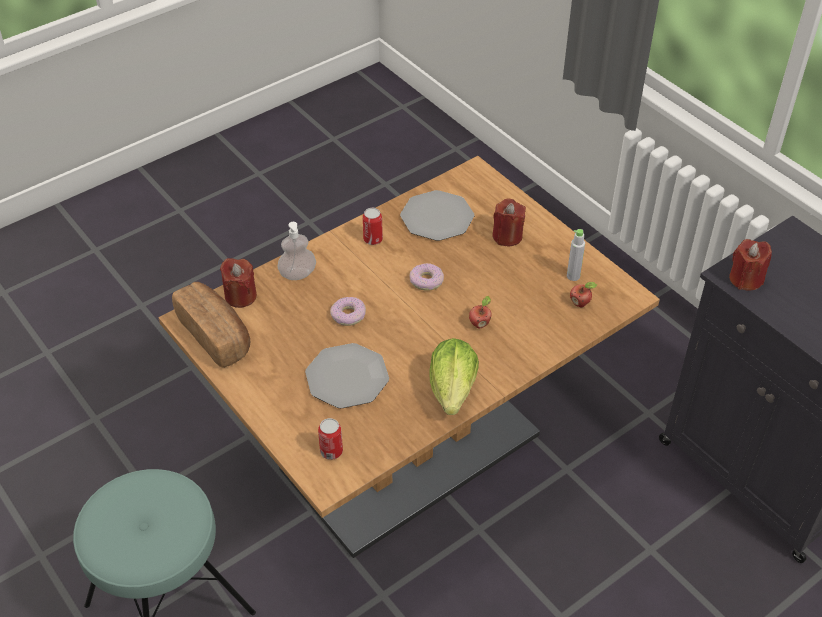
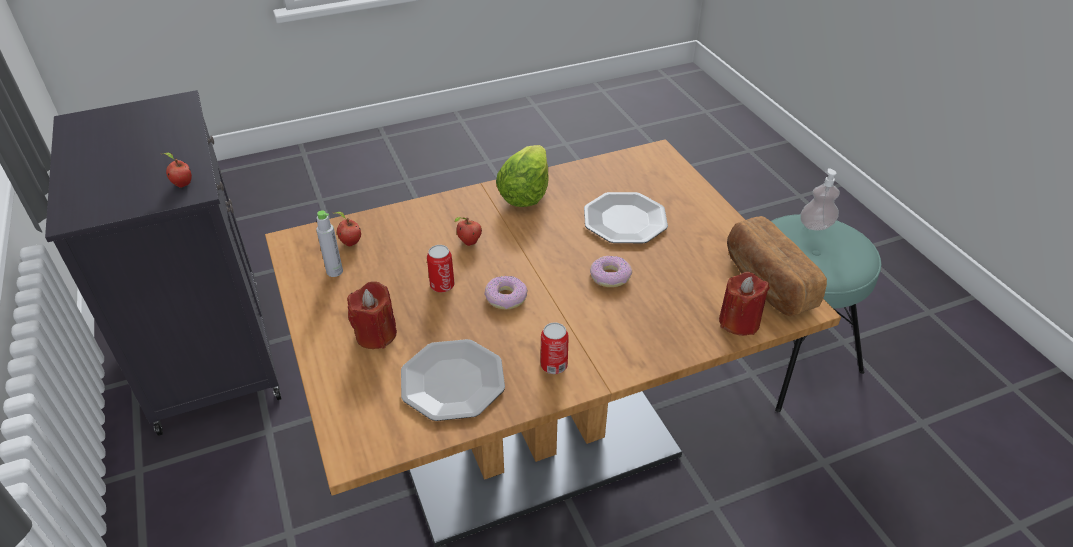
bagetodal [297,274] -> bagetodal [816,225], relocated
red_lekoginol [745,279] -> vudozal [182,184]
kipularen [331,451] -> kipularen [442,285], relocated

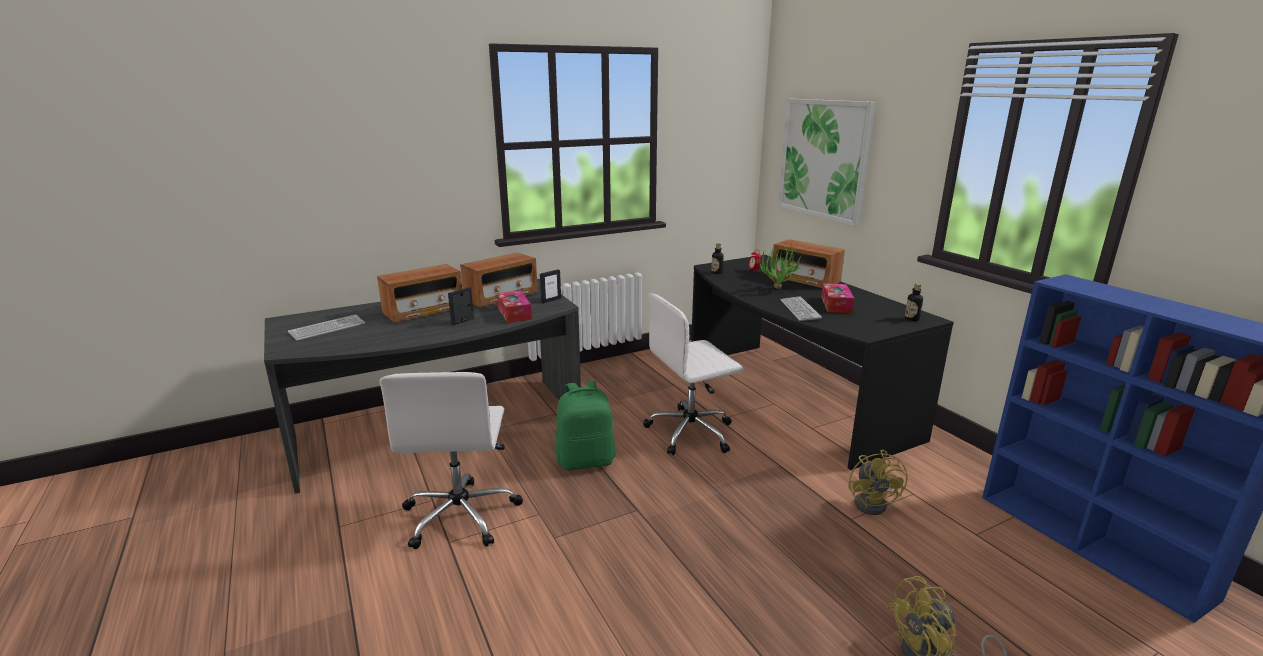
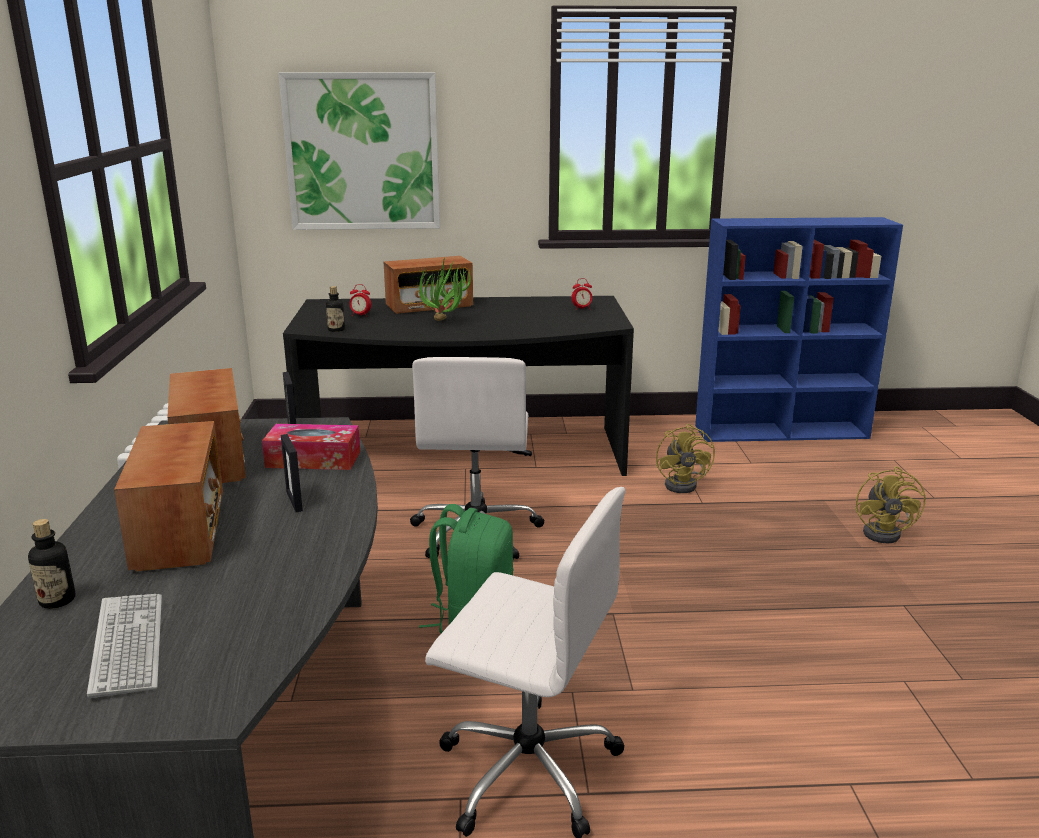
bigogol [836,305] -> none
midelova [911,319] -> midelova [57,600], relocated
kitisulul [800,310] -> none
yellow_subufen [873,503] -> yellow_subufen [684,484], 60 degrees clockwise
none -> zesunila [582,309]

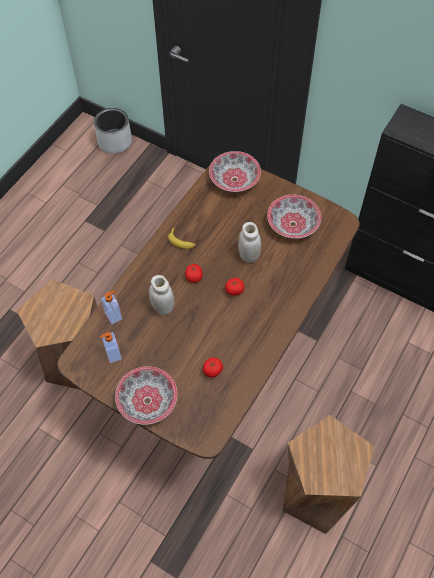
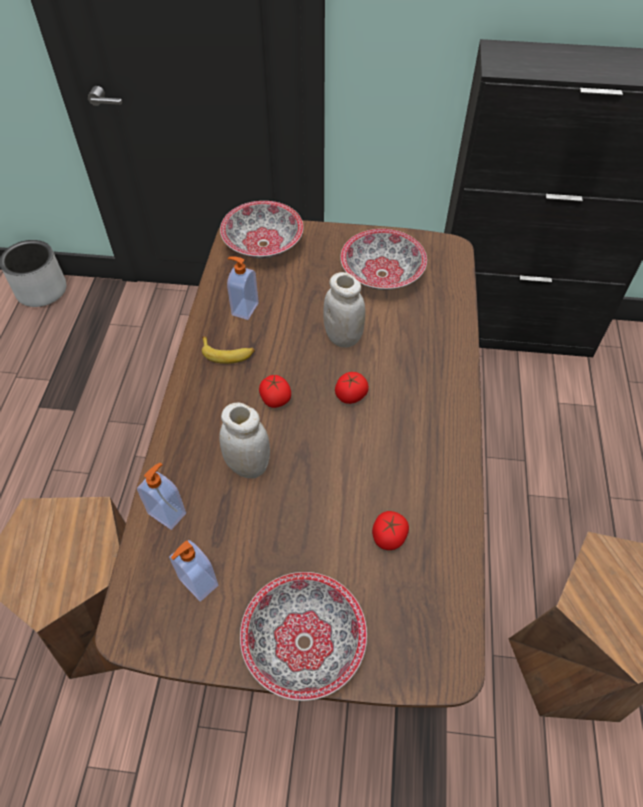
none -> bagetodal [244,309]

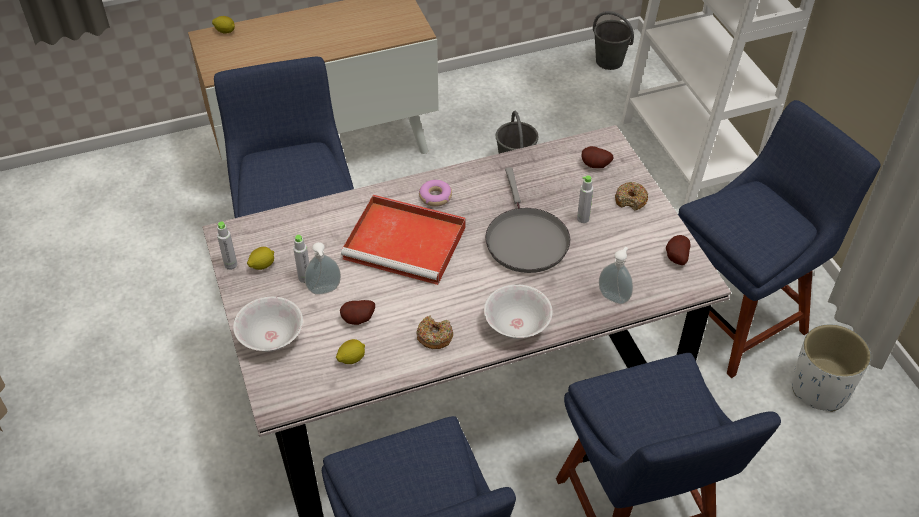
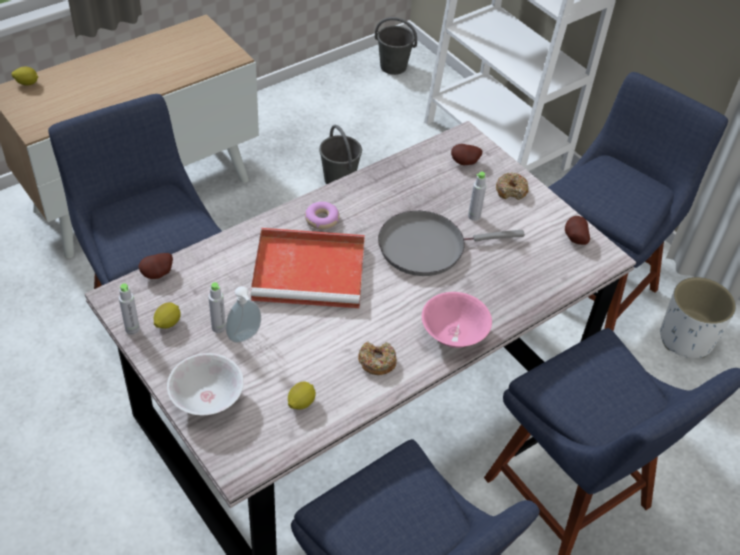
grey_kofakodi [525,240] -> grey_kofakodi [427,247], 105 degrees clockwise
bagetodal [614,296] -> none
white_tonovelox [516,326] -> pink_tonovelox [453,334]
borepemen [359,320] -> borepemen [158,275], relocated

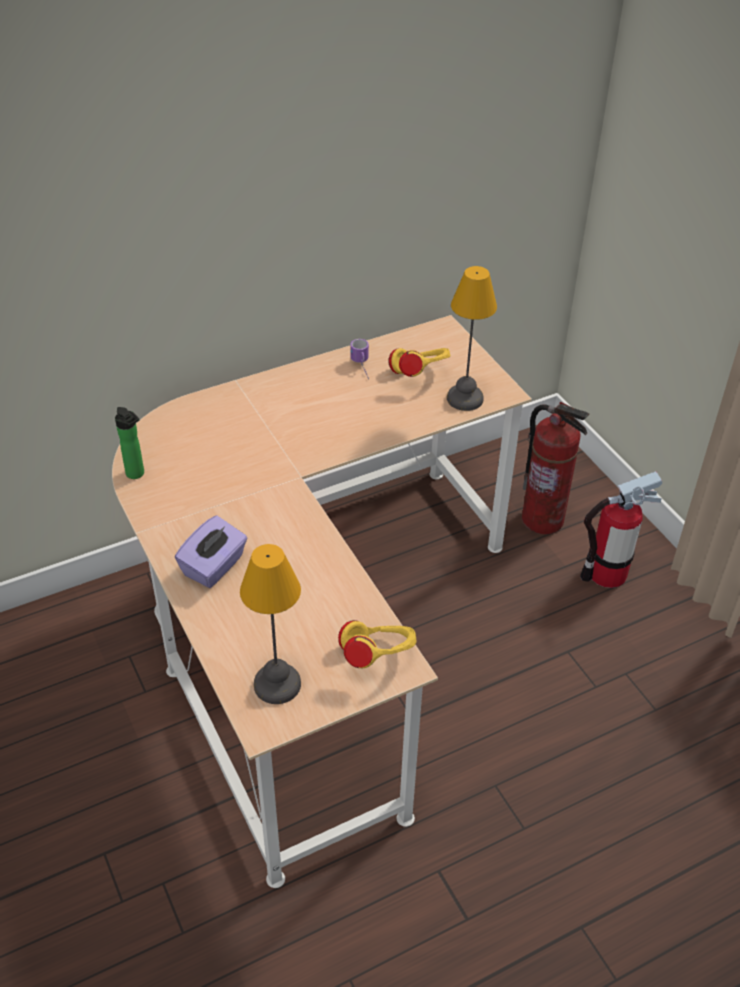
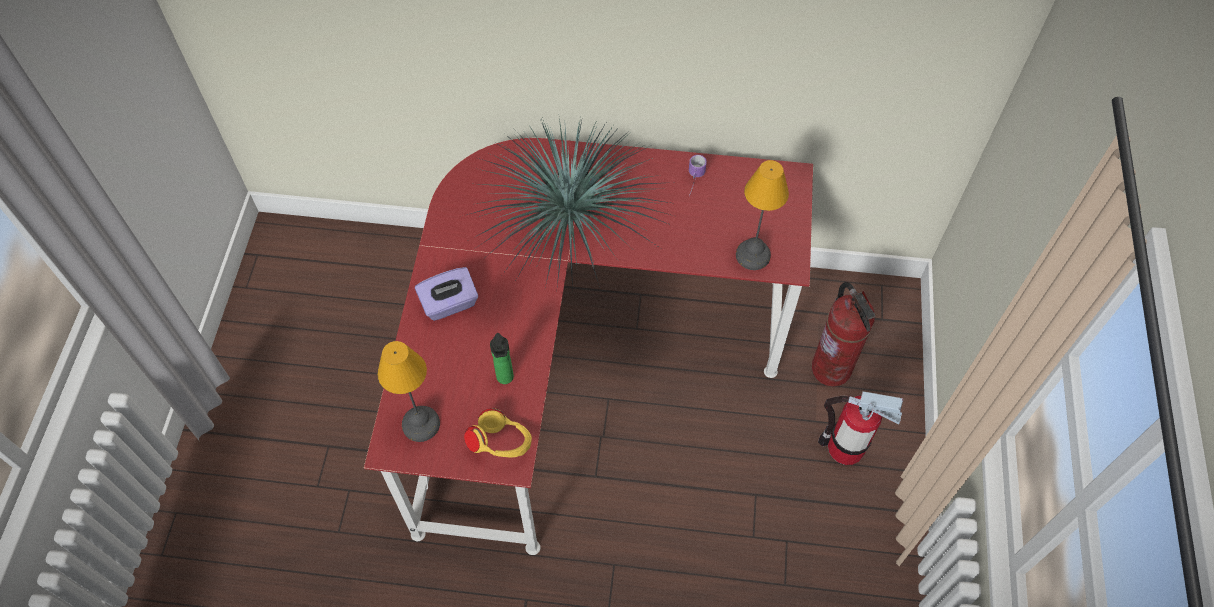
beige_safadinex [311,630] -> red_safadinex [576,361]
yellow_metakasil [420,375] -> none
midelova [137,474] -> midelova [505,379], relocated
none -> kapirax [570,215]

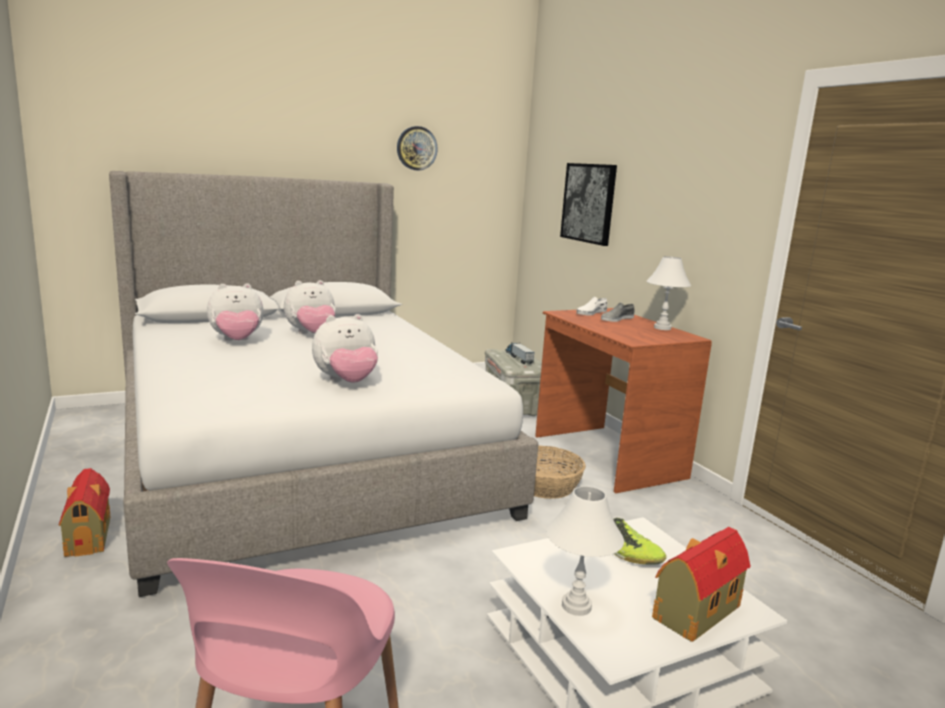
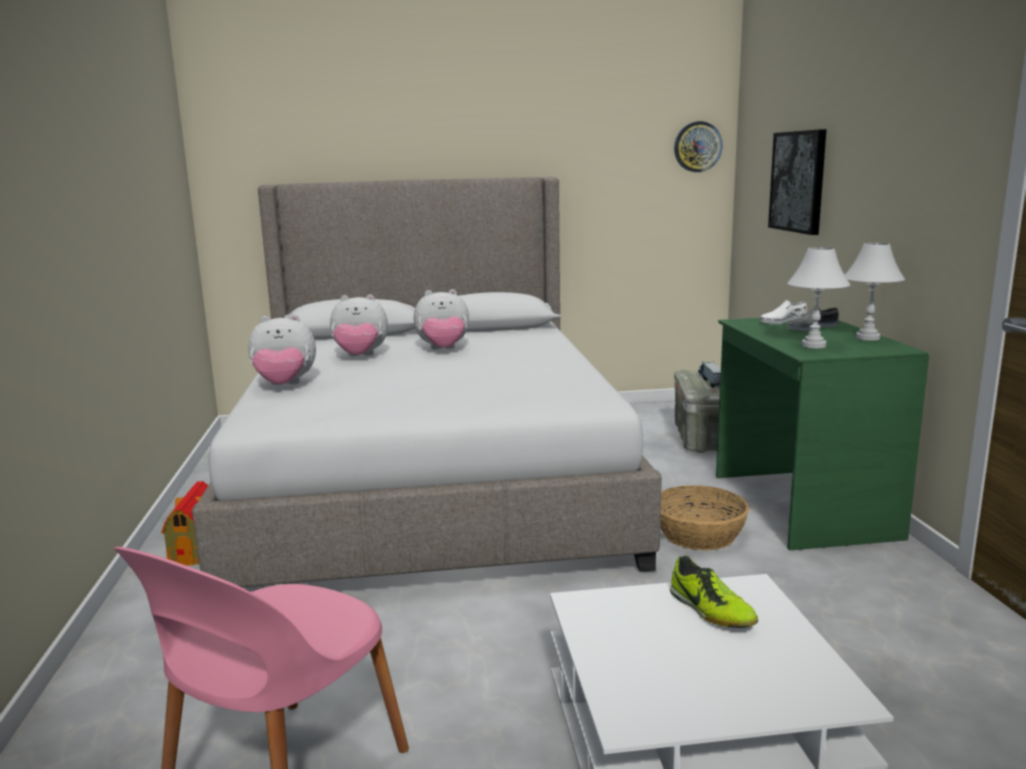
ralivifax [416,148] -> ralivifax [697,147], relocated
brown_safadinex [606,456] -> green_safadinex [800,505]
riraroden [346,382] -> riraroden [284,385], relocated
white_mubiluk [577,606] -> white_mubiluk [814,345], relocated
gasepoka [695,613] -> none

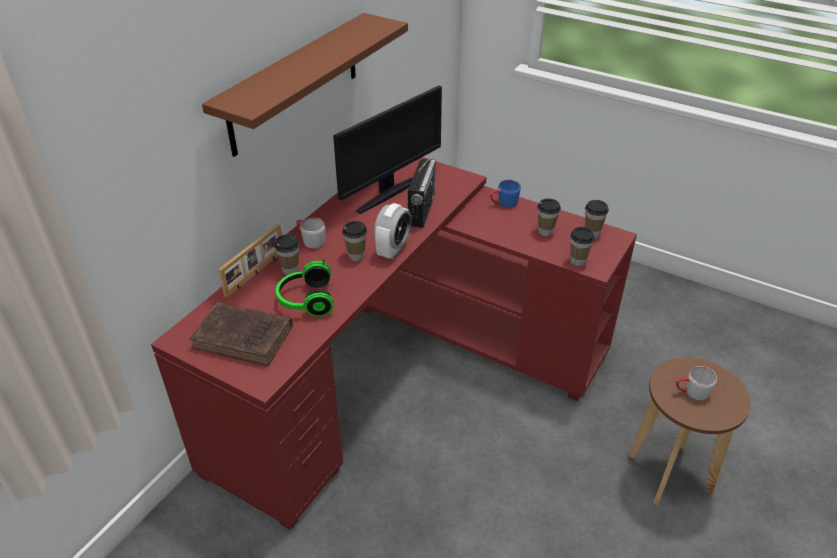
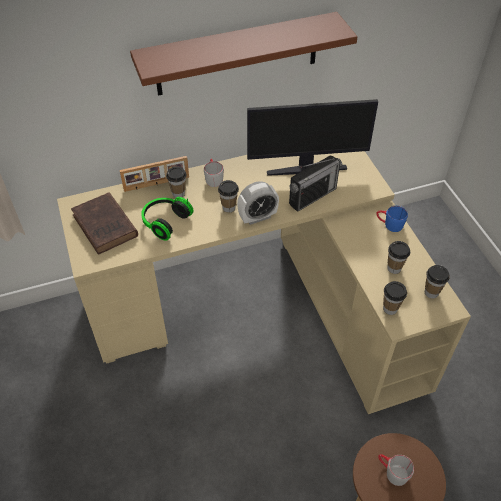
red_safadinex [400,371] -> beige_safadinex [266,305]

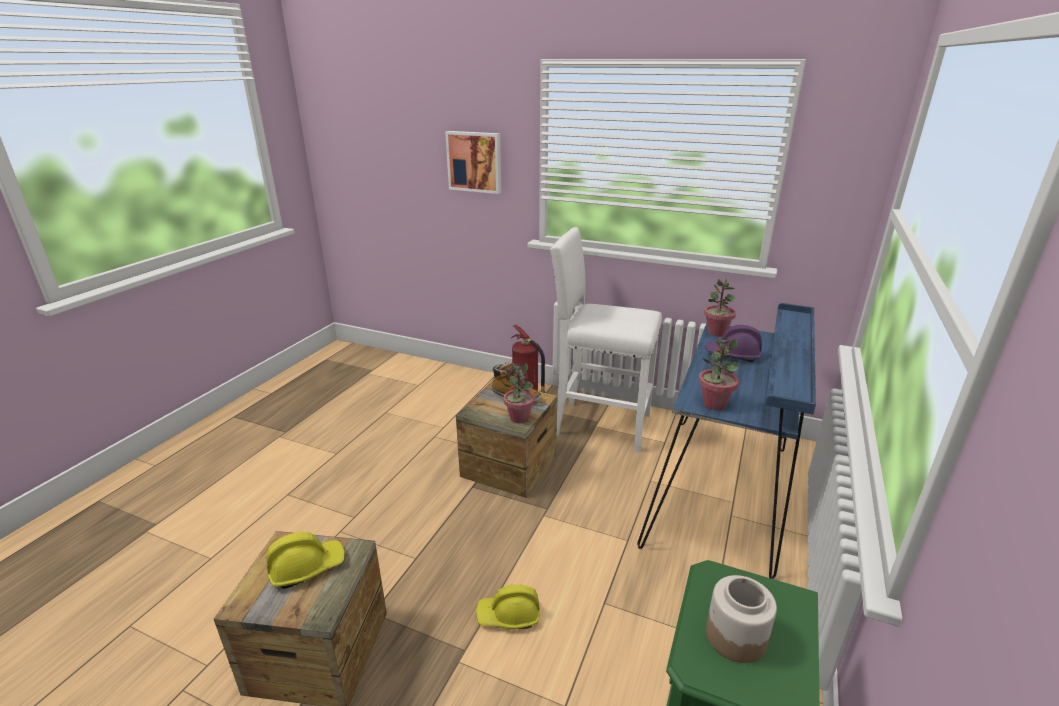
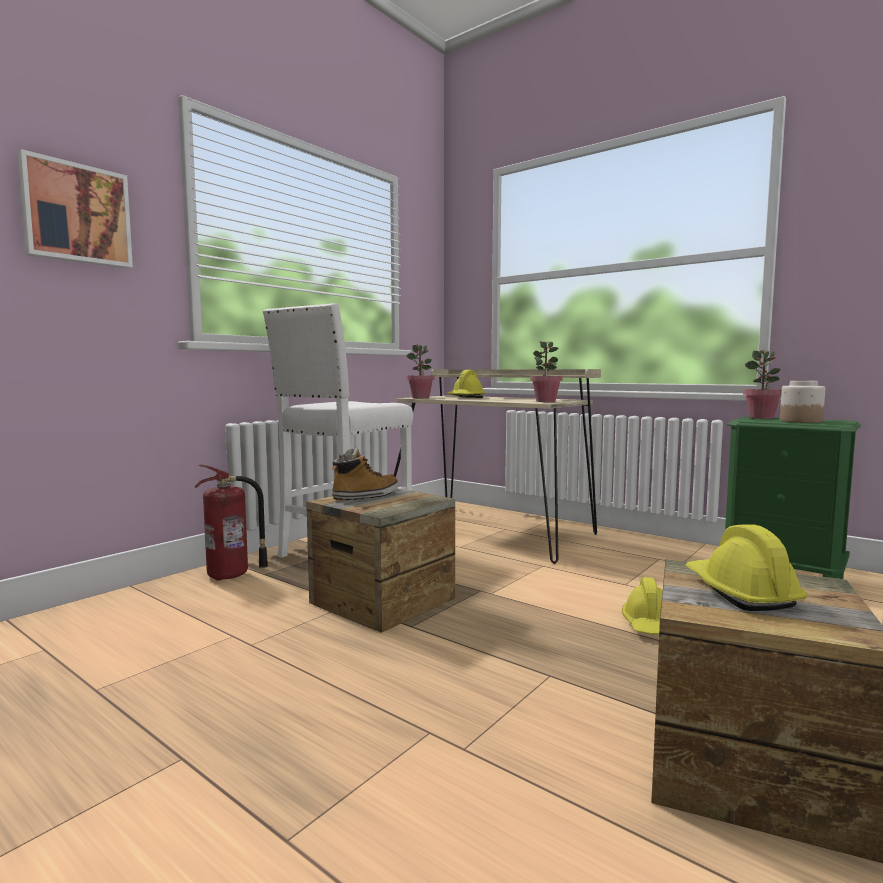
blue_safadinex [723,492] -> beige_safadinex [491,529]
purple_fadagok [732,355] -> yellow_fadagok [466,398]
kapirax [519,418] -> kapirax [761,418], relocated

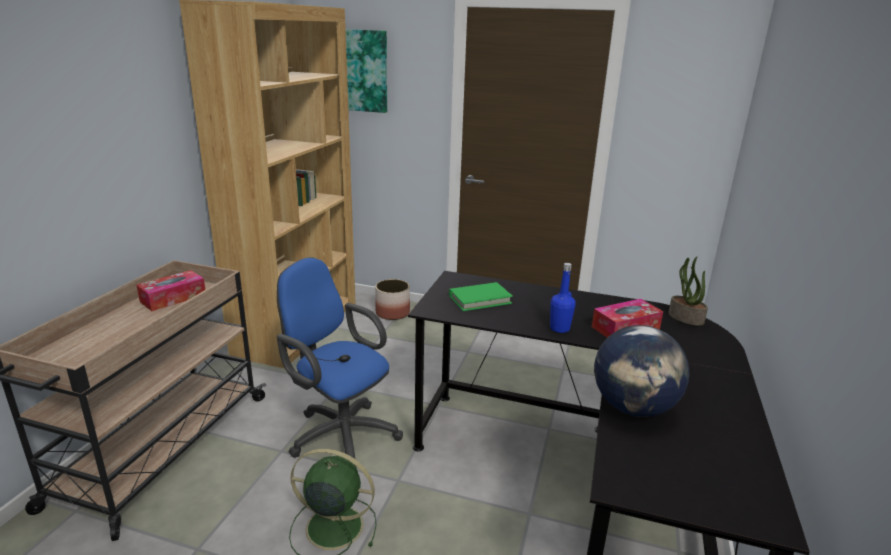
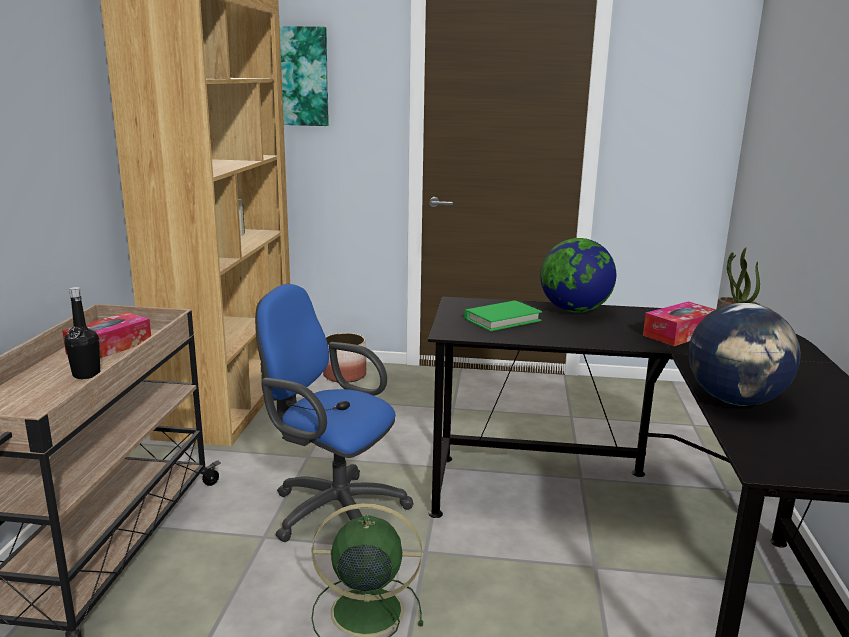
blue_midelova [559,328] -> none
none -> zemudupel [574,310]
none -> black_midelova [86,374]

